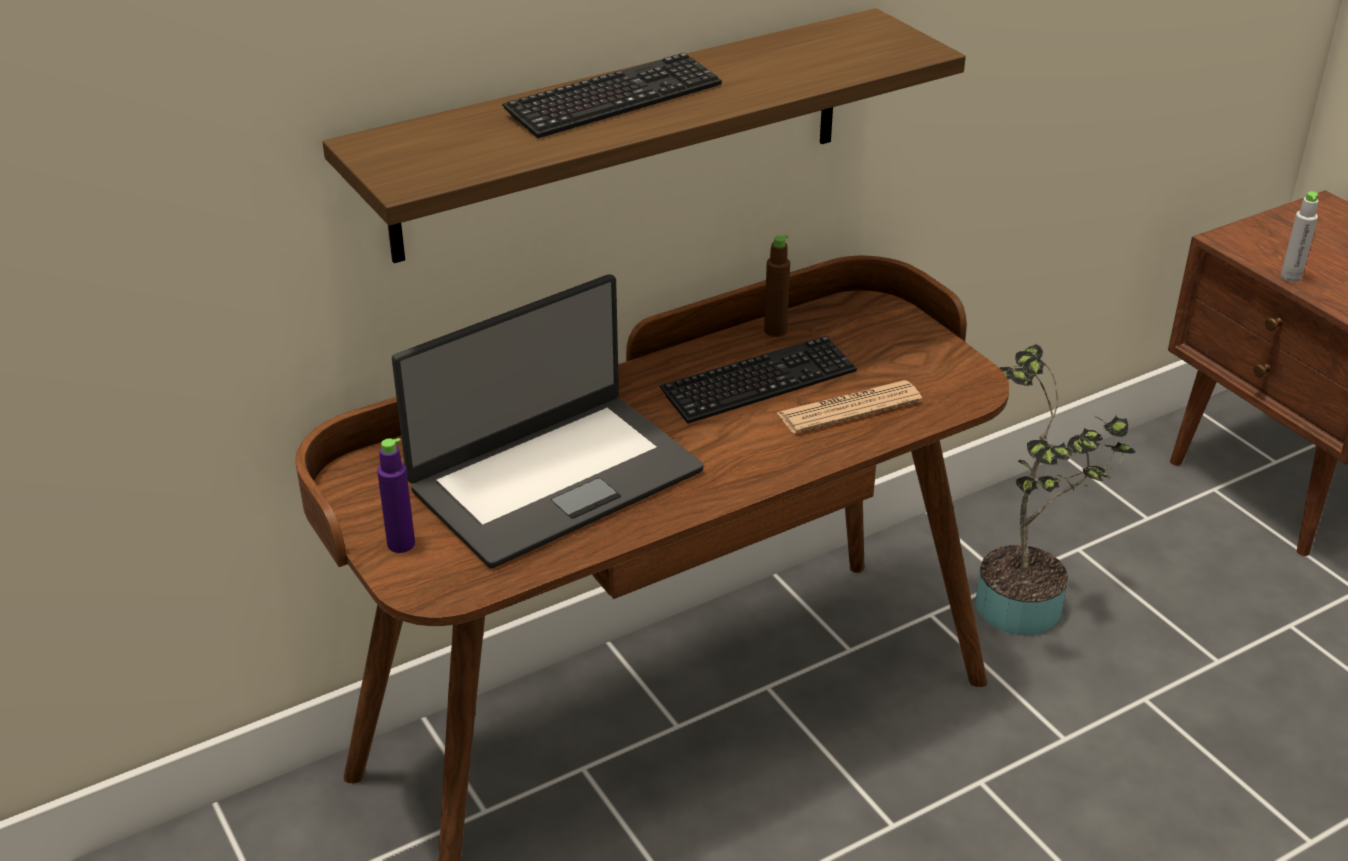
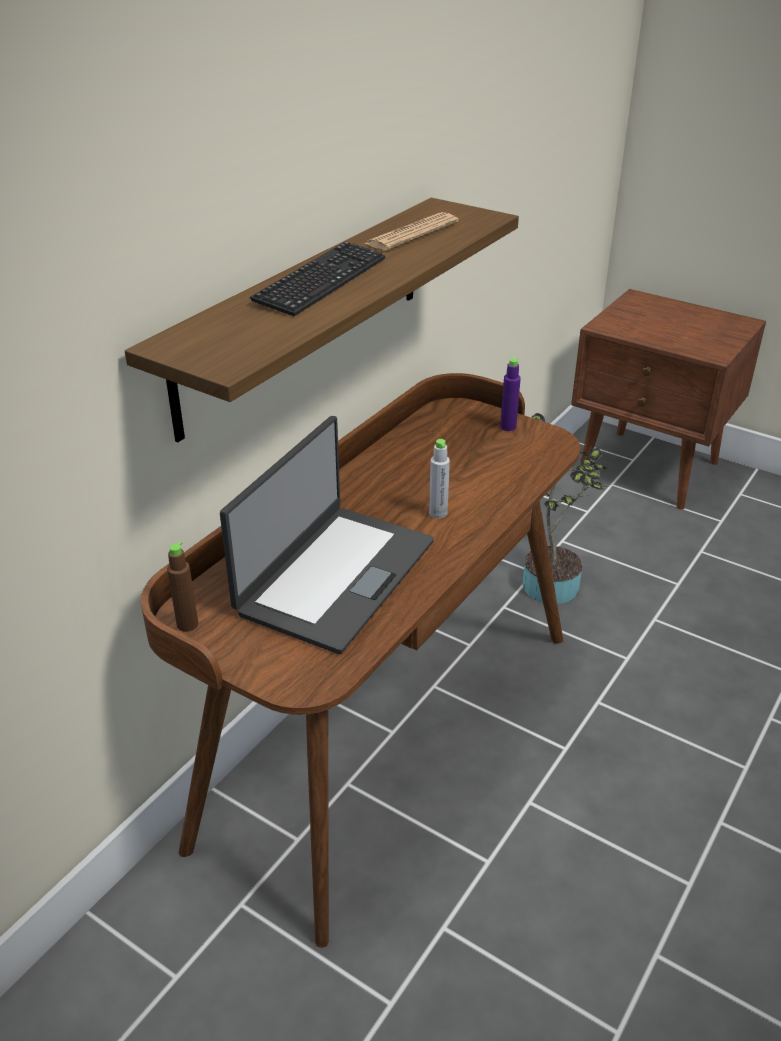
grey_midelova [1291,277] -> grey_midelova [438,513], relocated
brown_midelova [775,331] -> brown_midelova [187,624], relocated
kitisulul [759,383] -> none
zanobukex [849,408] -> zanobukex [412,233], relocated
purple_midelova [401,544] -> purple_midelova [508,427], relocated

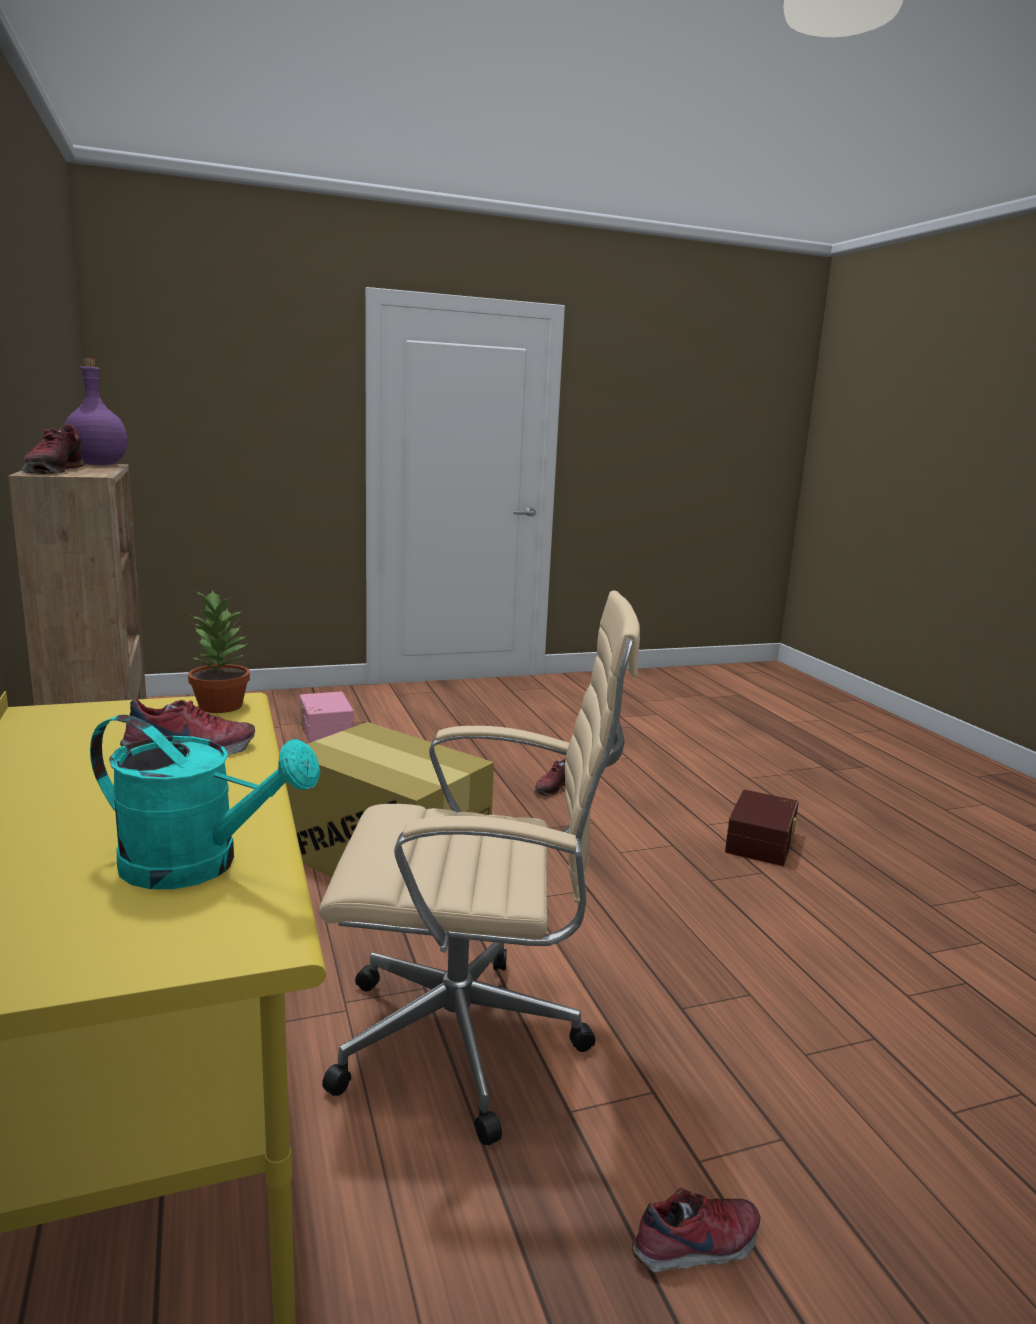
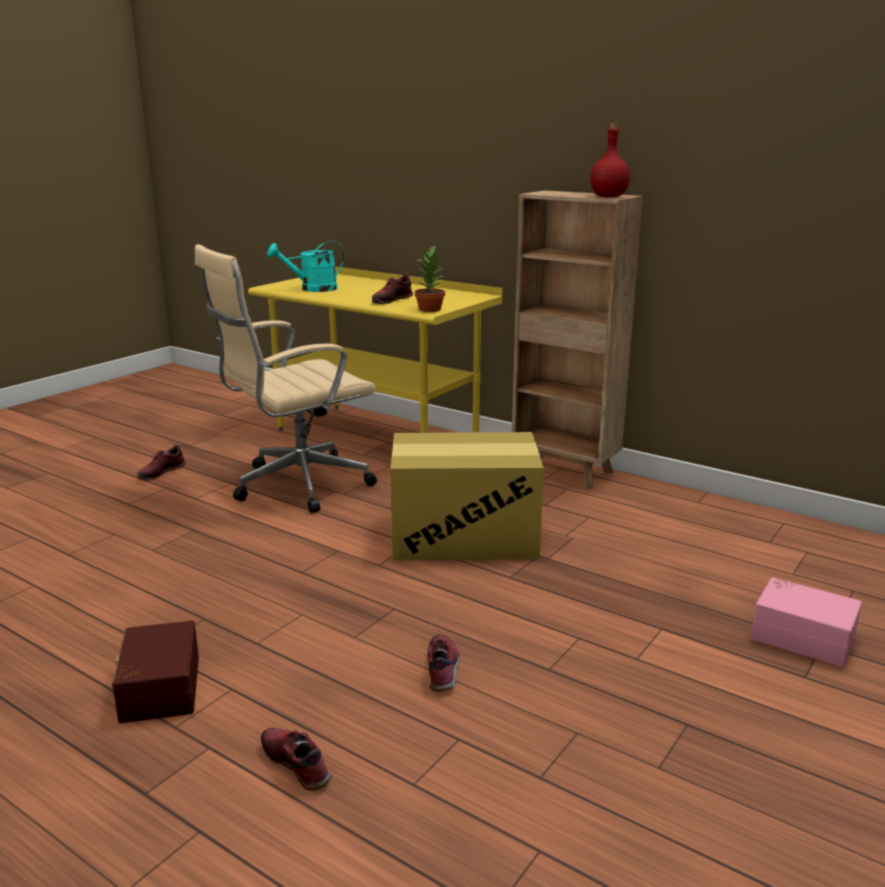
purple_midelova [97,465] -> red_midelova [608,197]
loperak [53,470] -> loperak [297,764], relocated

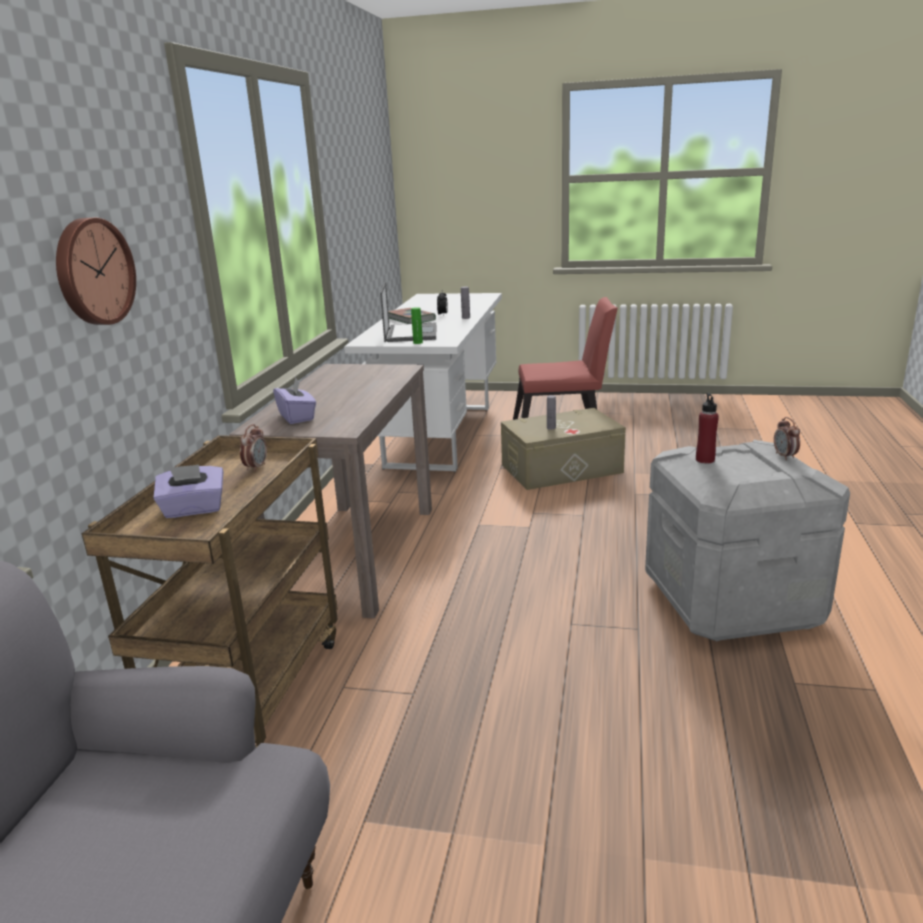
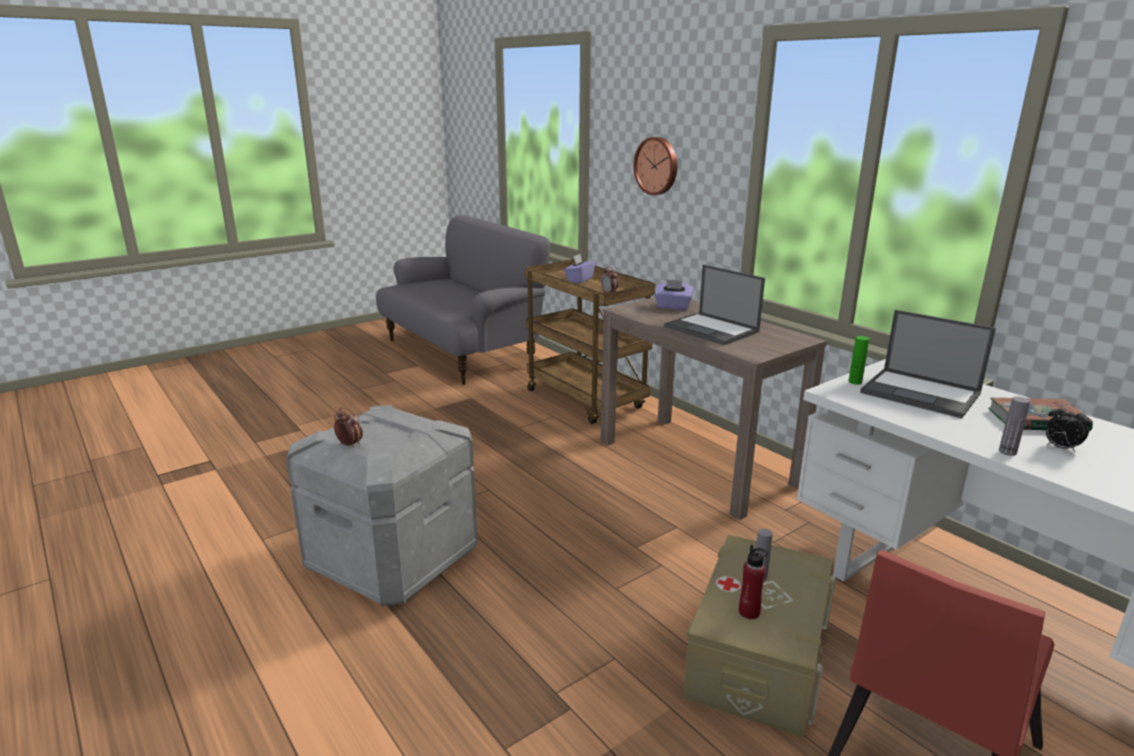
red_midelova [705,460] -> red_midelova [749,612], relocated
none -> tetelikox [712,329]

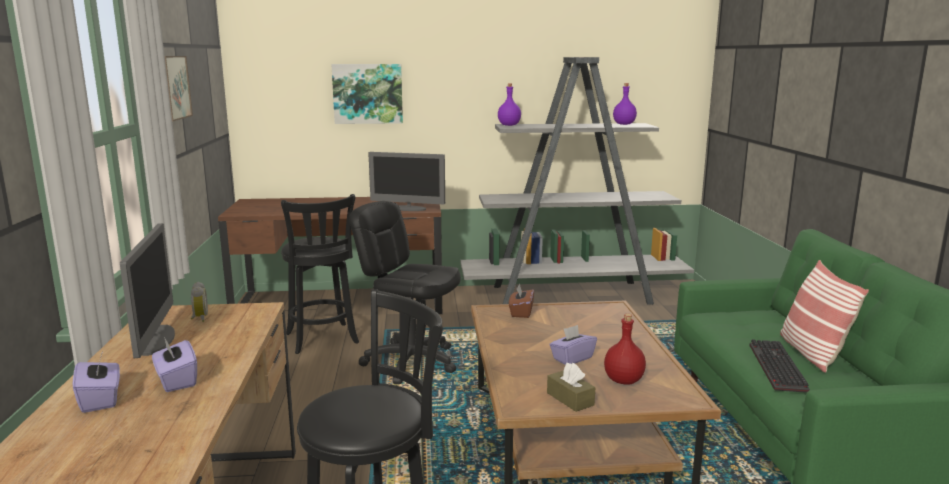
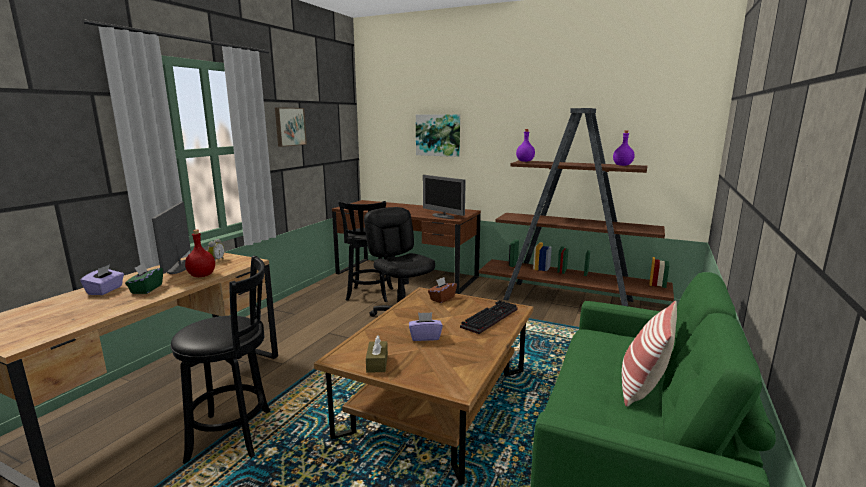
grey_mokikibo [573,295] -> brown_mokikibo [570,300]
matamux [155,340] -> matamux [178,267], 150 degrees clockwise
red_midelova [624,380] -> red_midelova [202,275], relocated
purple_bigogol [176,381] -> green_bigogol [146,289]
kitisulul [774,366] -> kitisulul [489,317], relocated

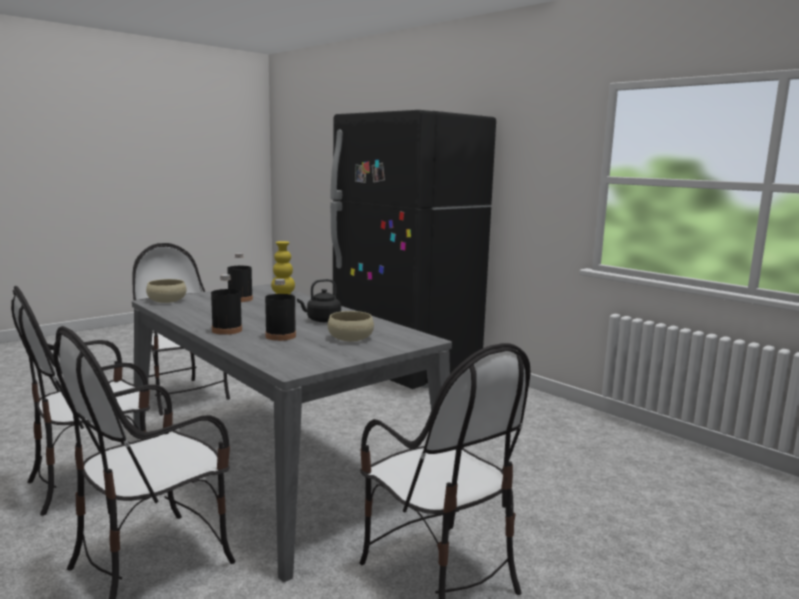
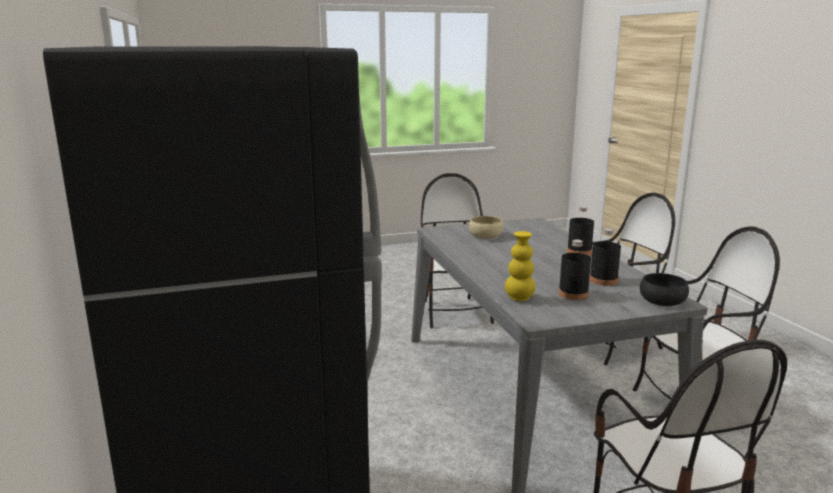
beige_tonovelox [167,300] -> black_tonovelox [662,301]
black_midelova [280,336] -> black_midelova [603,280], relocated
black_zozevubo [321,320] -> none

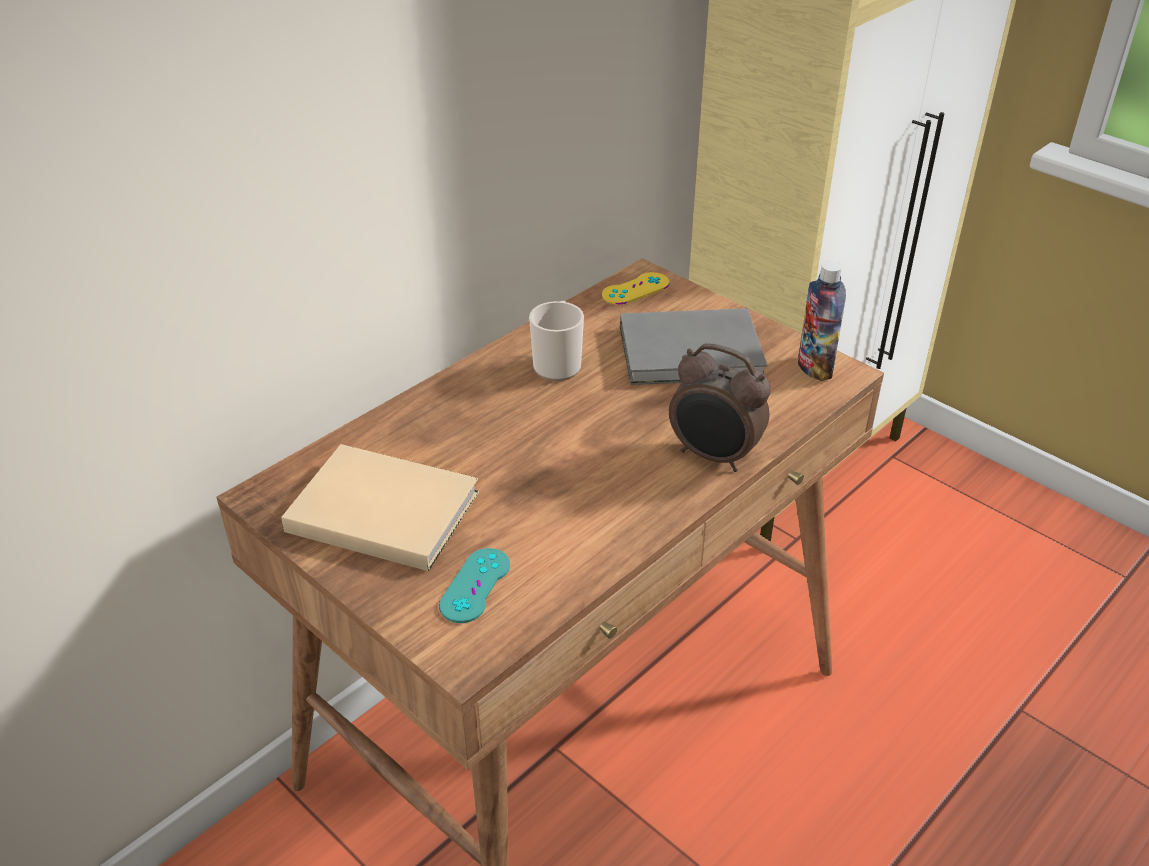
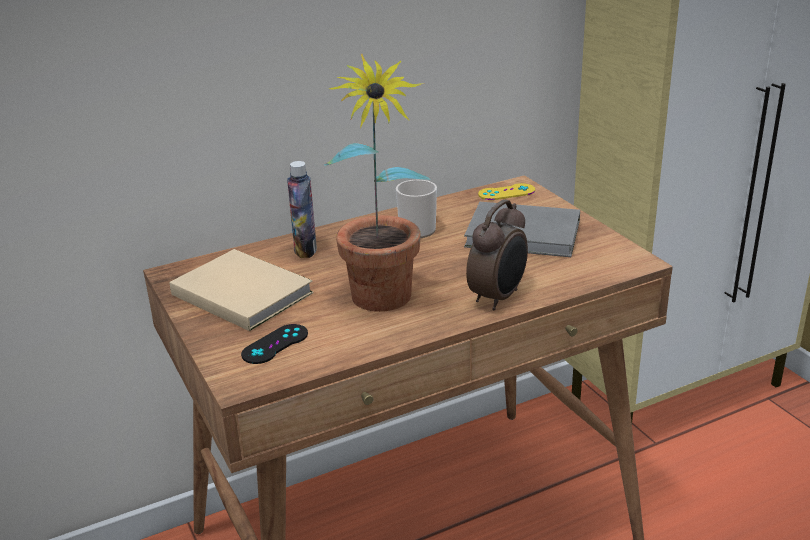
midelova [814,368] -> midelova [305,250], relocated
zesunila [714,457] -> zesunila [498,298], 105 degrees counterclockwise
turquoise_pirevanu [475,585] -> black_pirevanu [275,344]
none -> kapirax [382,306]

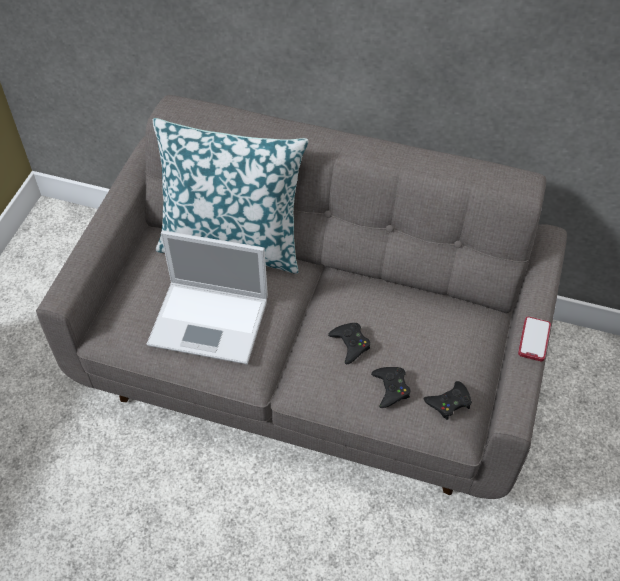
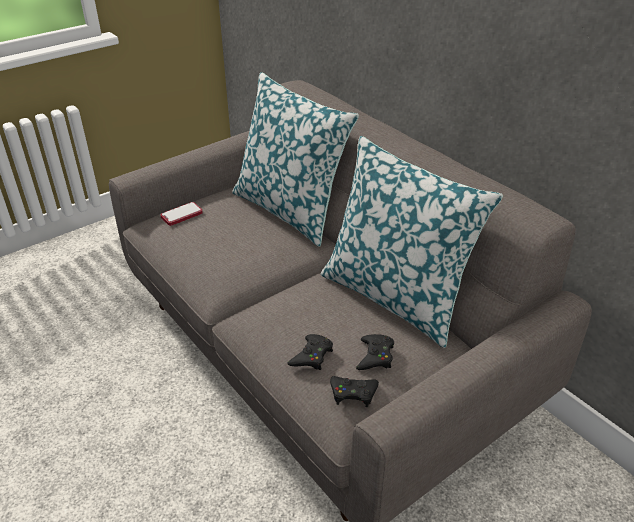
tetelikox [211,322] -> none
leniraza [534,339] -> leniraza [181,215], relocated
black_pirevanu [350,344] -> black_pirevanu [375,356], relocated
none -> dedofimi [395,296]

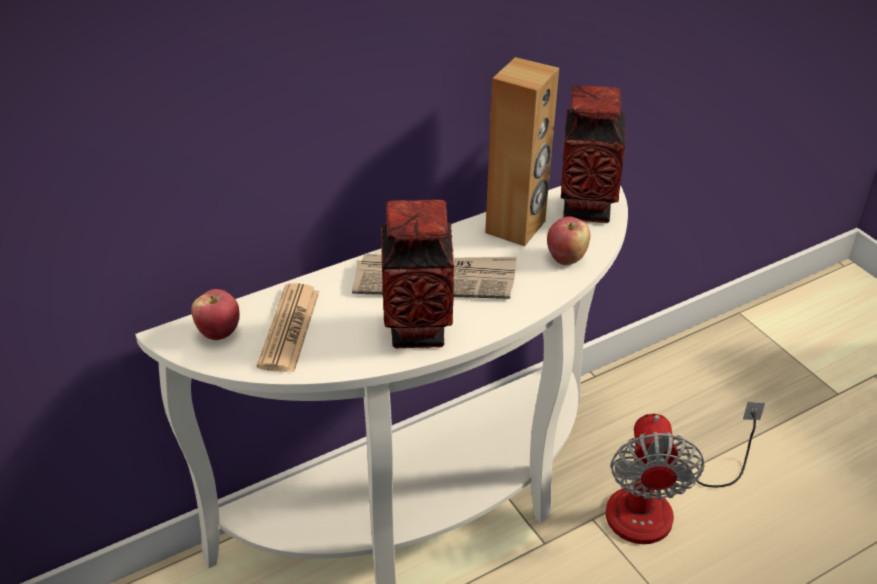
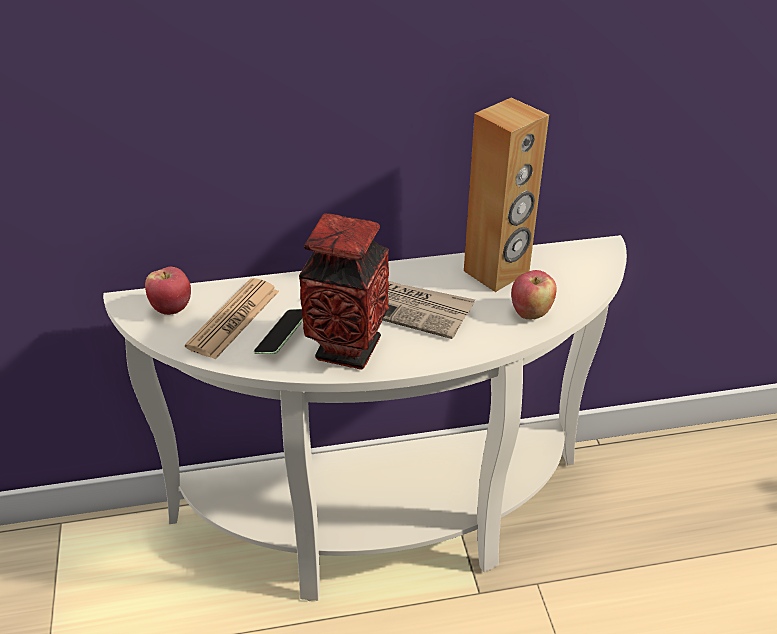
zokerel [586,209] -> none
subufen [658,504] -> none
none -> leniraza [283,338]

